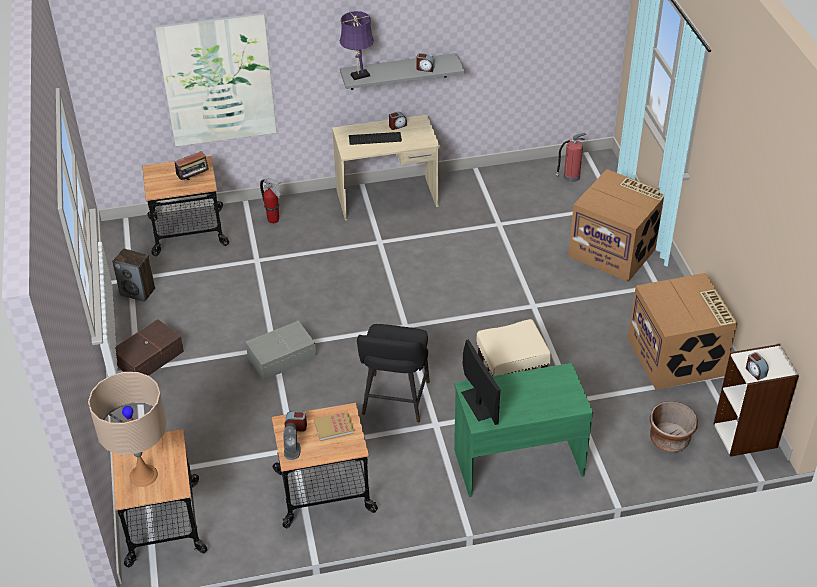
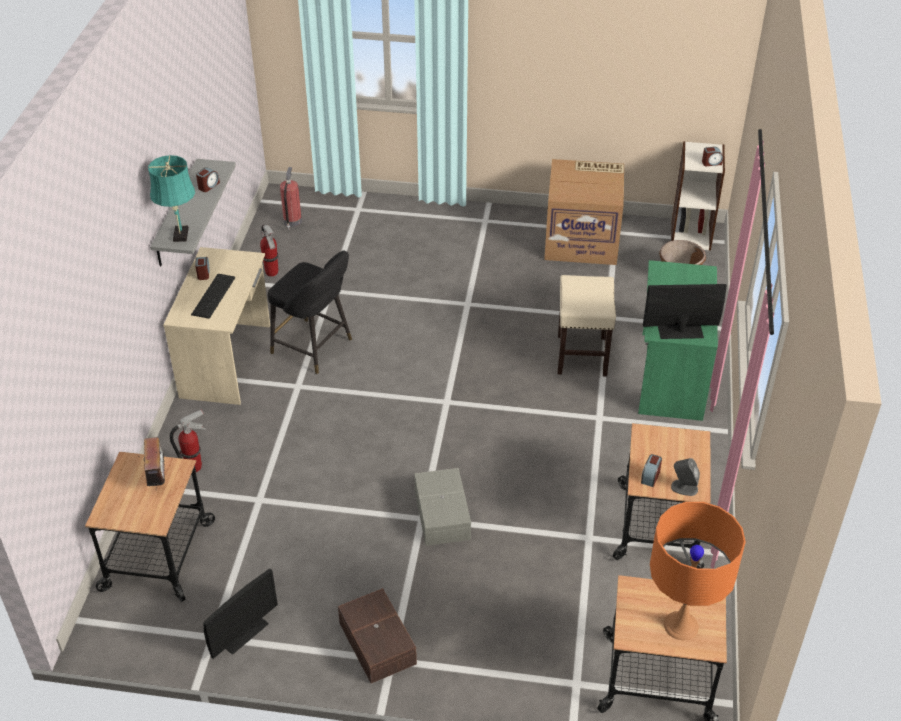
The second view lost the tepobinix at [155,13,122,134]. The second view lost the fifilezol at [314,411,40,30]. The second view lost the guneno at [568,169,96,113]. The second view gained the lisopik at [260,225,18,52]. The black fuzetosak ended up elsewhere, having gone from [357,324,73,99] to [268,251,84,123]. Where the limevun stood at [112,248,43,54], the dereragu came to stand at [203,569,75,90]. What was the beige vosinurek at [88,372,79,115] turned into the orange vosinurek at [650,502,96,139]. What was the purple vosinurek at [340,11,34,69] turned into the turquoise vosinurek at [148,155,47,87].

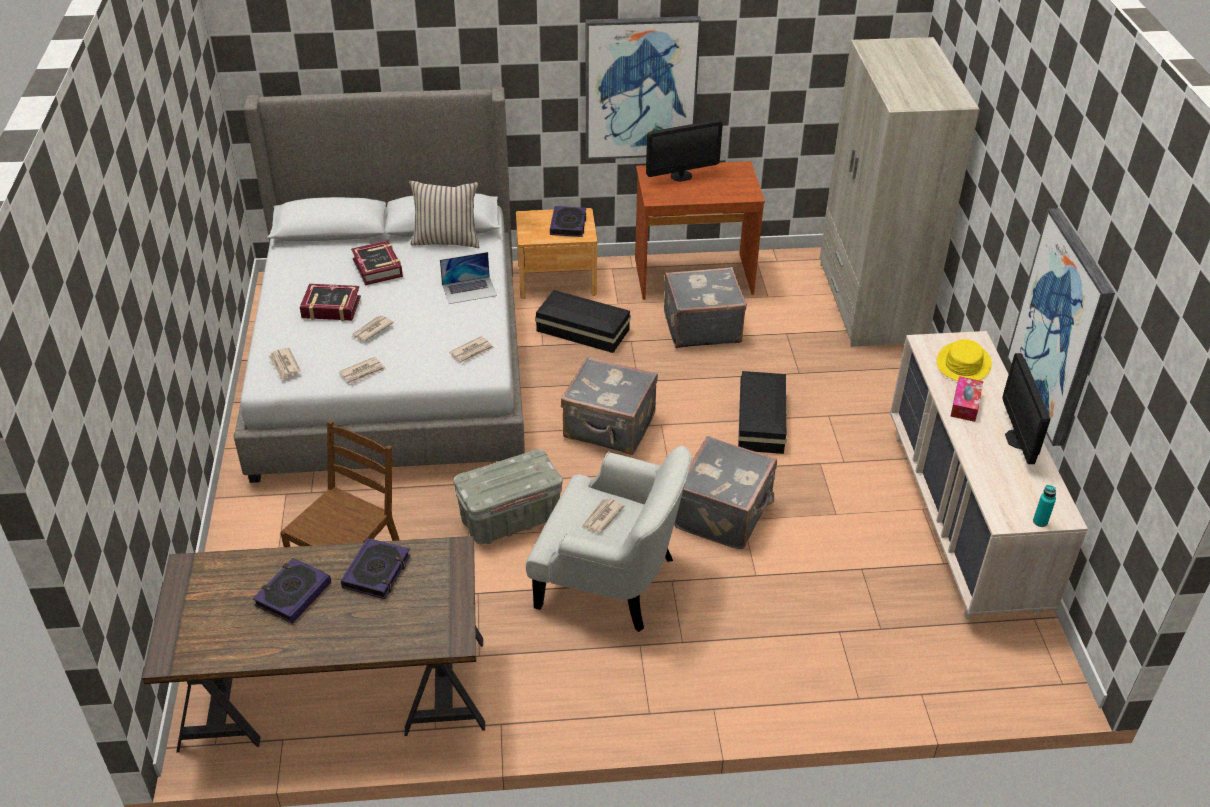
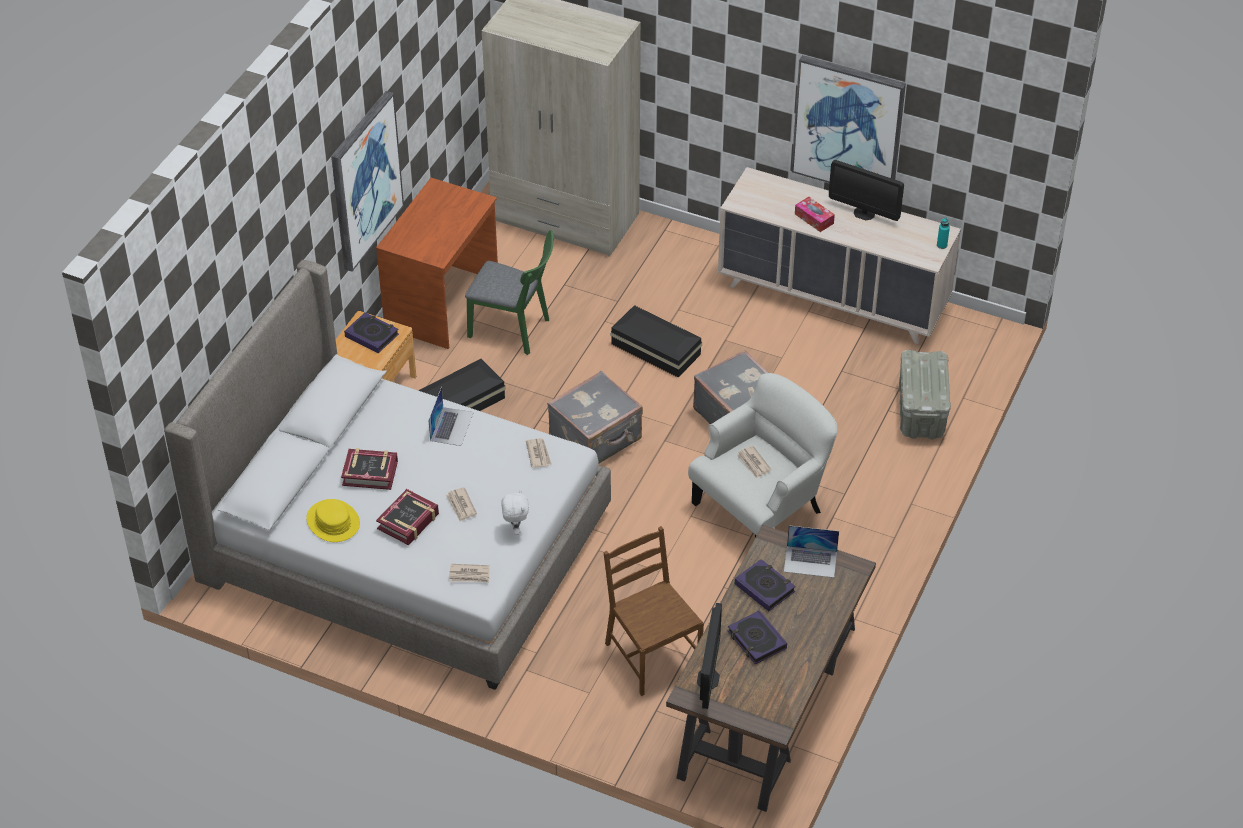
The second view lost the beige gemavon at [409,181,71,67]. The second view gained the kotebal at [784,526,55,52]. The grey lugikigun ended up elsewhere, having gone from [453,449,110,95] to [899,350,52,89]. The dereragu ended up elsewhere, having gone from [646,120,77,62] to [697,603,25,106]. The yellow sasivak ended up elsewhere, having gone from [937,339,55,42] to [306,499,54,43]. Where the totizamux stood at [339,357,47,27], the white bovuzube came to stand at [501,490,28,45]. Where the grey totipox stood at [664,267,83,81], the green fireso came to stand at [465,230,89,125].

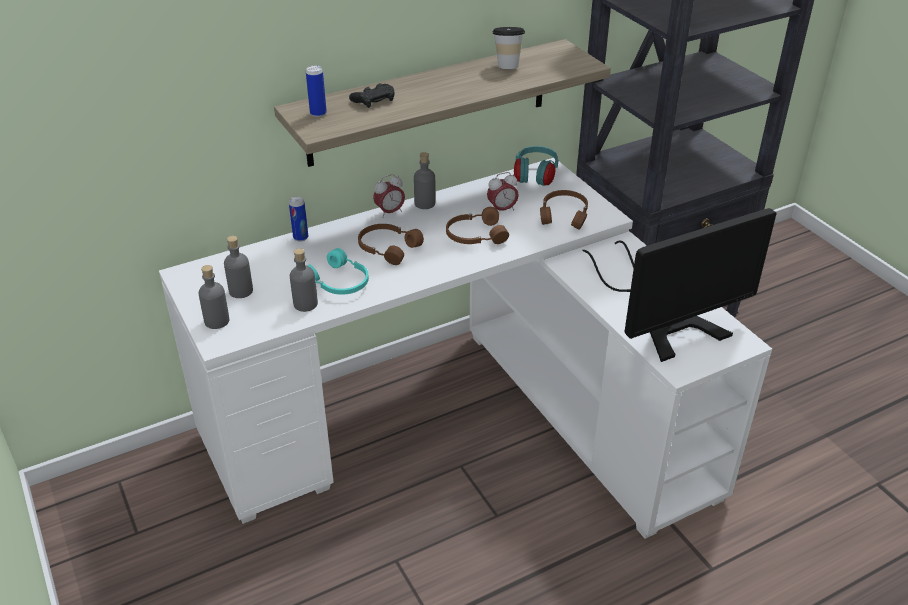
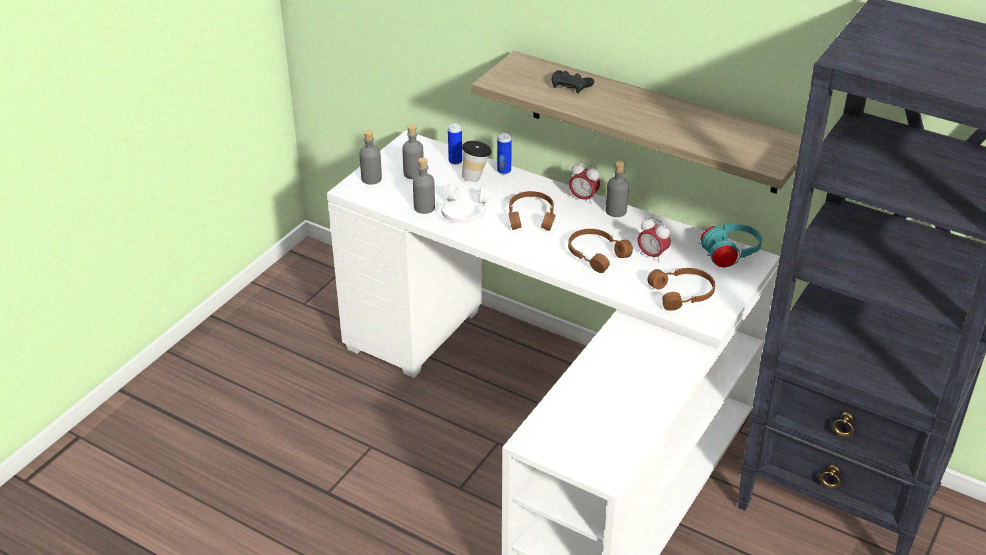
The second view lost the dereragu at [582,208,195,154]. The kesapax ended up elsewhere, having gone from [306,65,21,52] to [448,124,14,41]. The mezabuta ended up elsewhere, having gone from [492,27,33,42] to [462,141,30,41]. What was the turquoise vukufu at [308,248,61,47] turned into the white vukufu at [441,184,49,39].

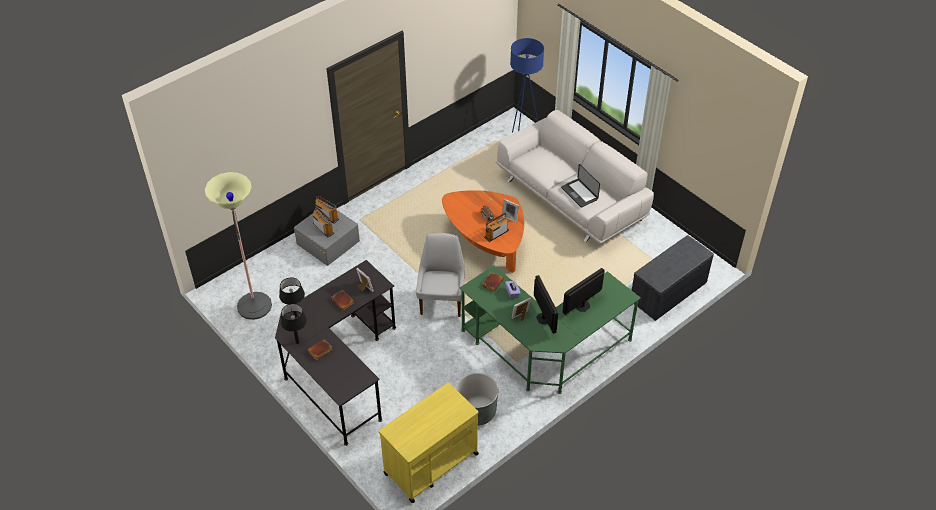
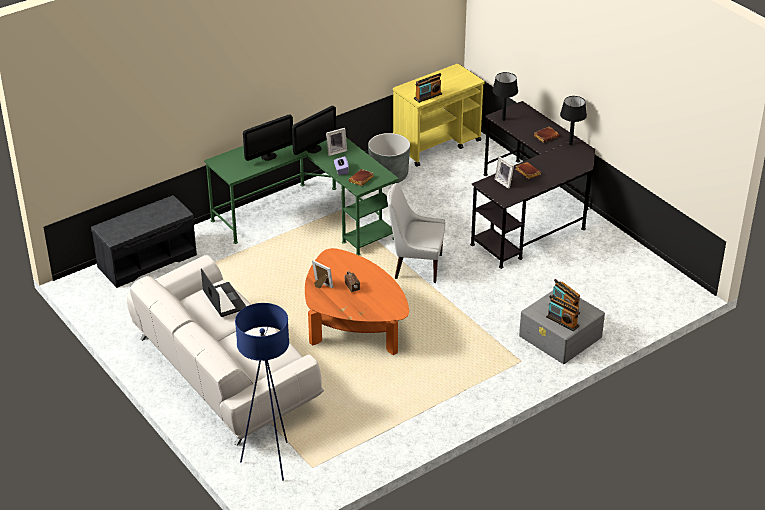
The second view lost the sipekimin at [205,172,67,148]. The black vosinurek ended up elsewhere, having gone from [279,277,26,41] to [492,72,26,49]. The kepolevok ended up elsewhere, having gone from [484,213,25,29] to [414,73,28,30]. The white fireso at [416,233,49,84] ended up facing another way, 90 degrees clockwise from before. The dereragu at [534,275,24,59] ended up facing another way, 120 degrees counterclockwise from before.

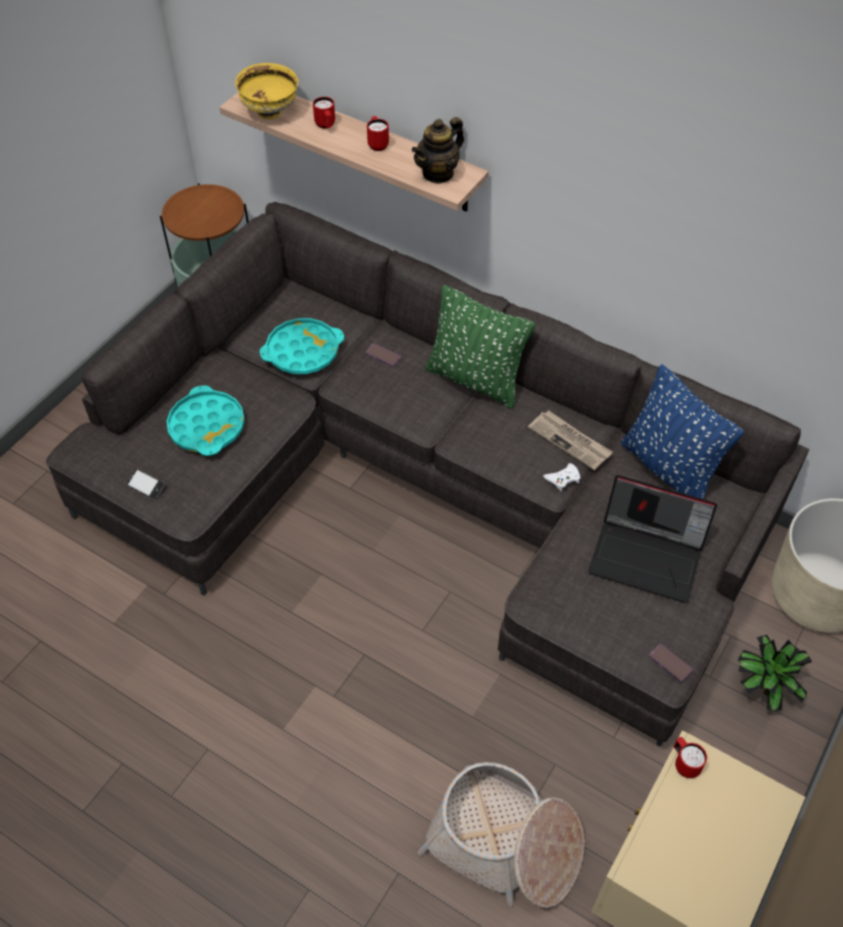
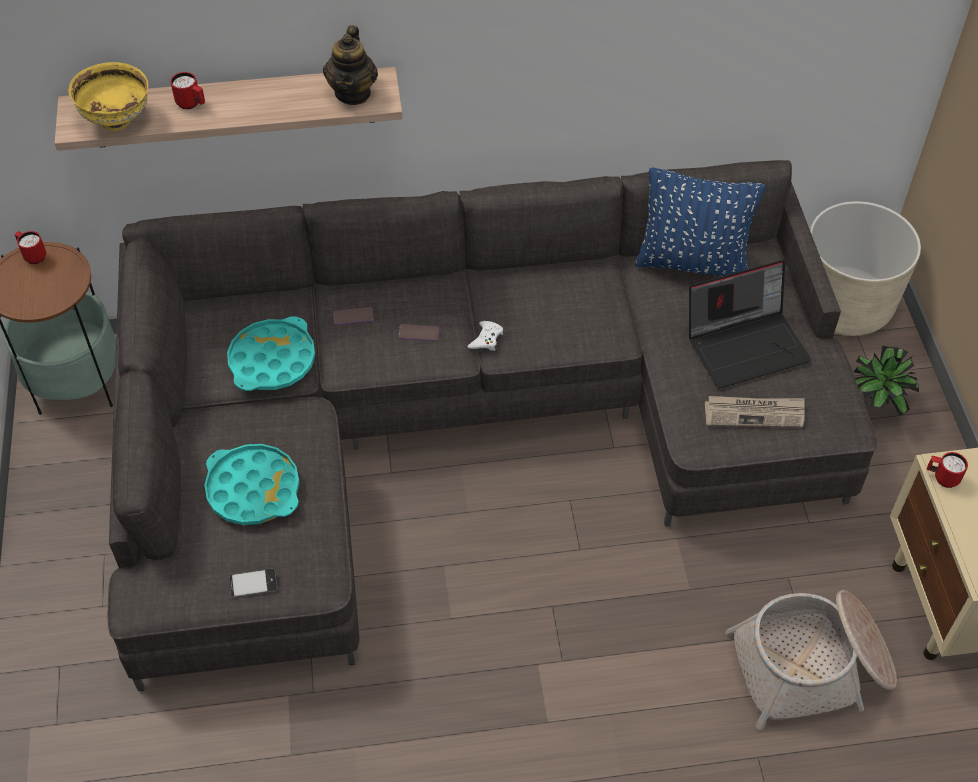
The second view lost the green gemavon at [425,285,110,124]. The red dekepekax ended up elsewhere, having gone from [367,116,22,35] to [15,231,31,33]. The totizamux ended up elsewhere, having gone from [528,411,85,59] to [705,396,100,32]. The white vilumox ended up elsewhere, having gone from [543,463,38,28] to [467,321,36,30]. The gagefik ended up elsewhere, having gone from [649,644,44,38] to [398,324,42,17].

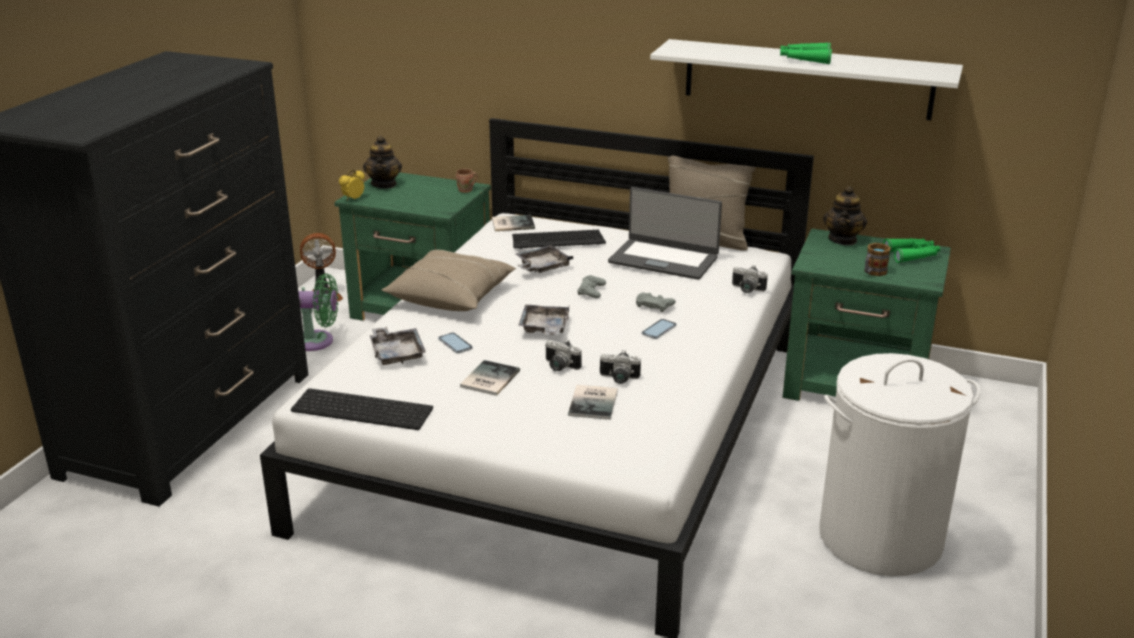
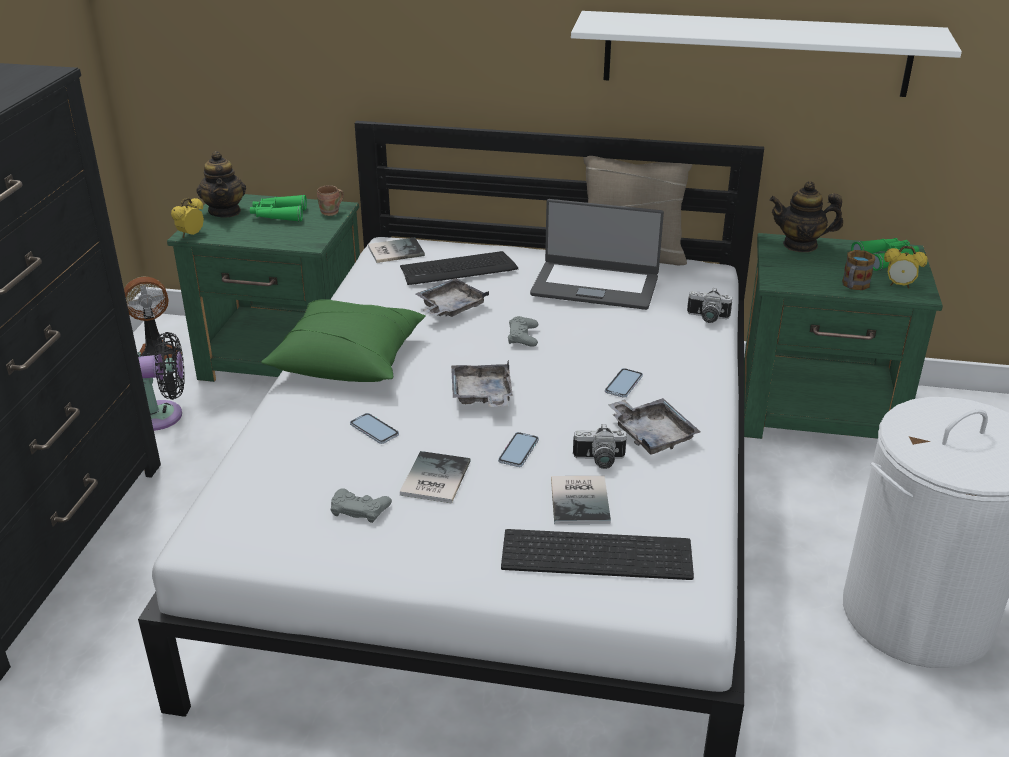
The second view gained the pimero at [884,246,44,42]. The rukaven ended up elsewhere, having gone from [291,388,142,42] to [501,529,193,51]. The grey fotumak ended up elsewhere, having gone from [370,327,56,38] to [608,398,92,57]. The grey vilumox ended up elsewhere, having gone from [636,293,40,19] to [331,488,61,35]. The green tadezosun ended up elsewhere, having gone from [780,42,52,22] to [250,195,57,27]. Where the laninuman stood at [545,339,37,32], the gagefik came to stand at [498,432,41,35]. What was the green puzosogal at [298,273,40,78] turned into the black puzosogal at [137,332,48,99]. What was the beige gemavon at [382,250,134,61] turned into the green gemavon at [261,299,165,83]. The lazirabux at [823,186,44,59] ended up facing another way, 90 degrees clockwise from before.

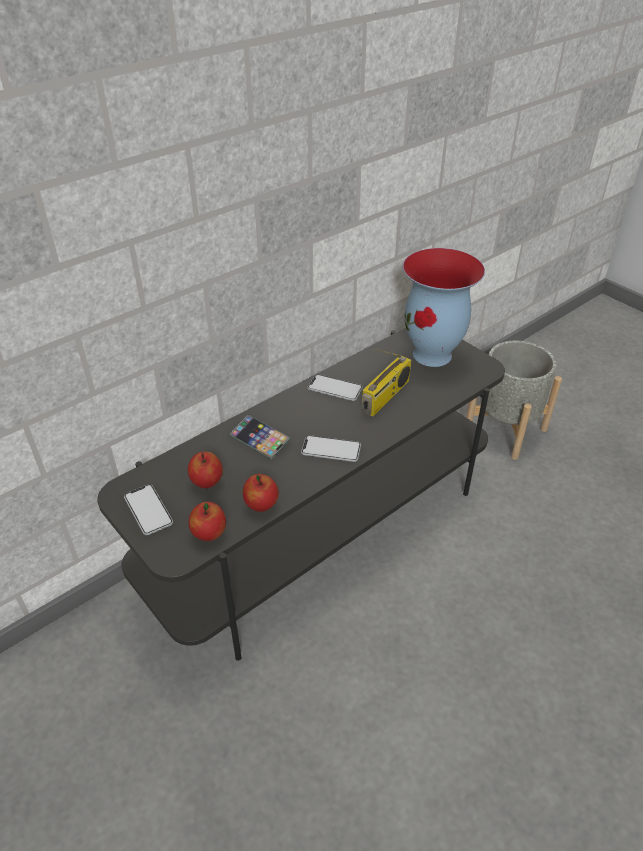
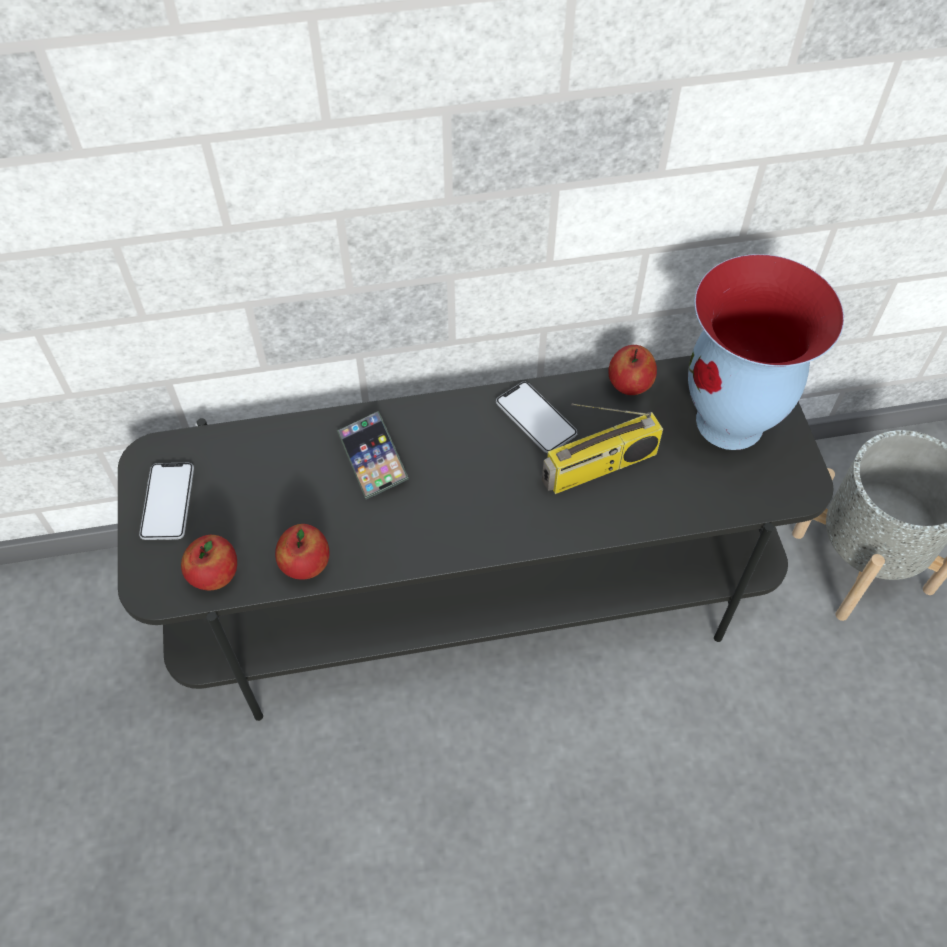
The second view lost the gagefik at [301,435,60,27]. The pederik ended up elsewhere, having gone from [188,451,35,37] to [608,345,49,50].

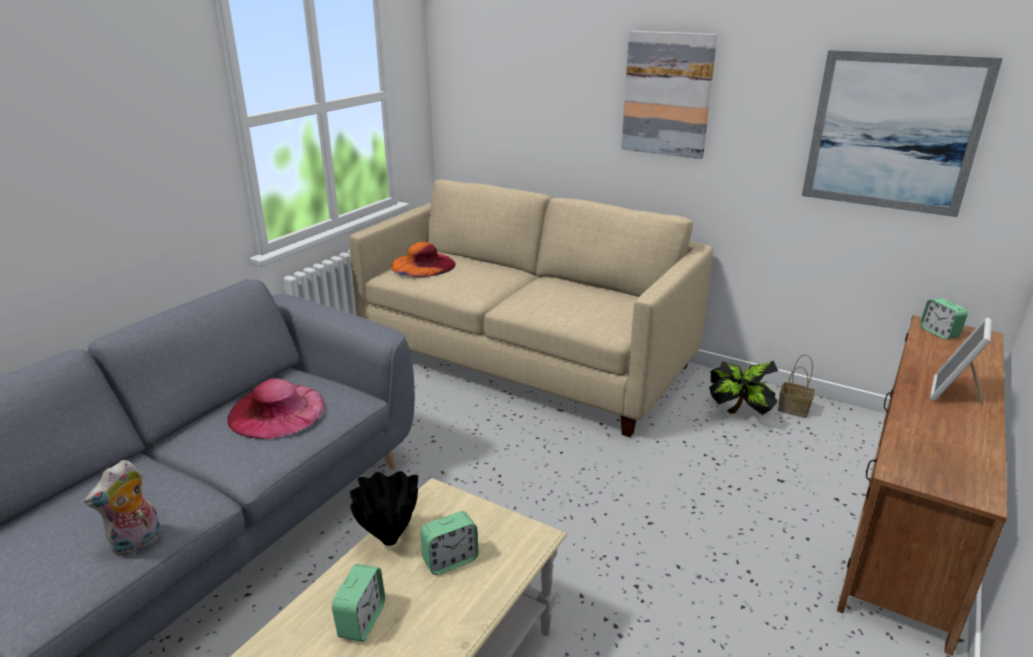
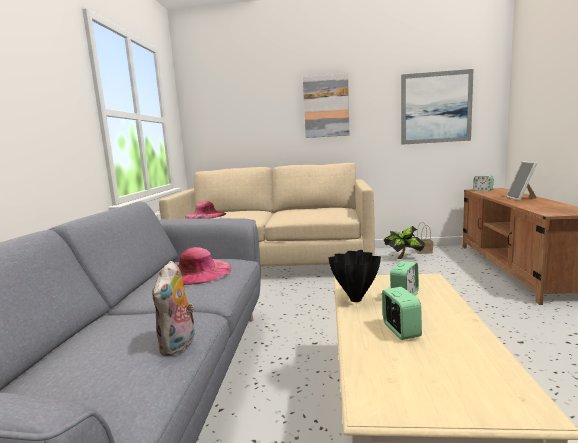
What was the orange sasivak at [391,242,65,35] turned into the pink sasivak at [185,201,41,18].

